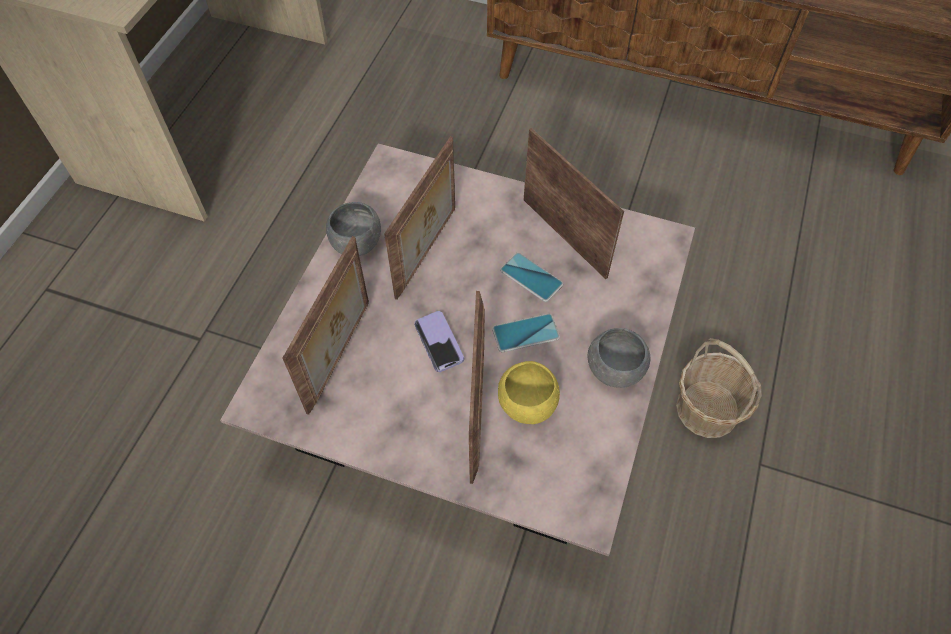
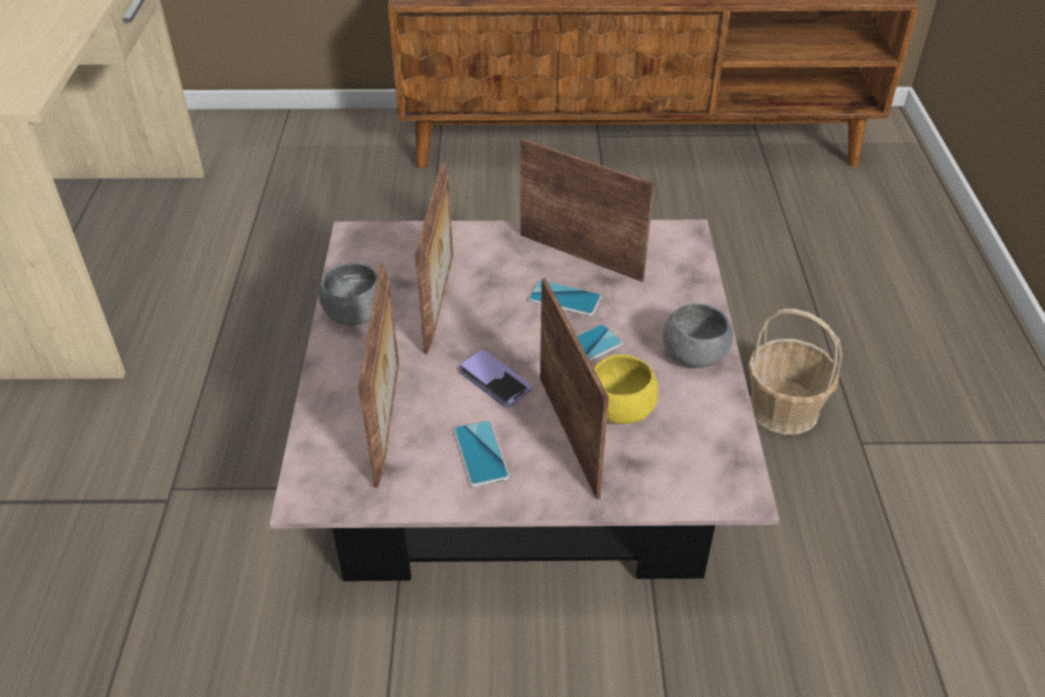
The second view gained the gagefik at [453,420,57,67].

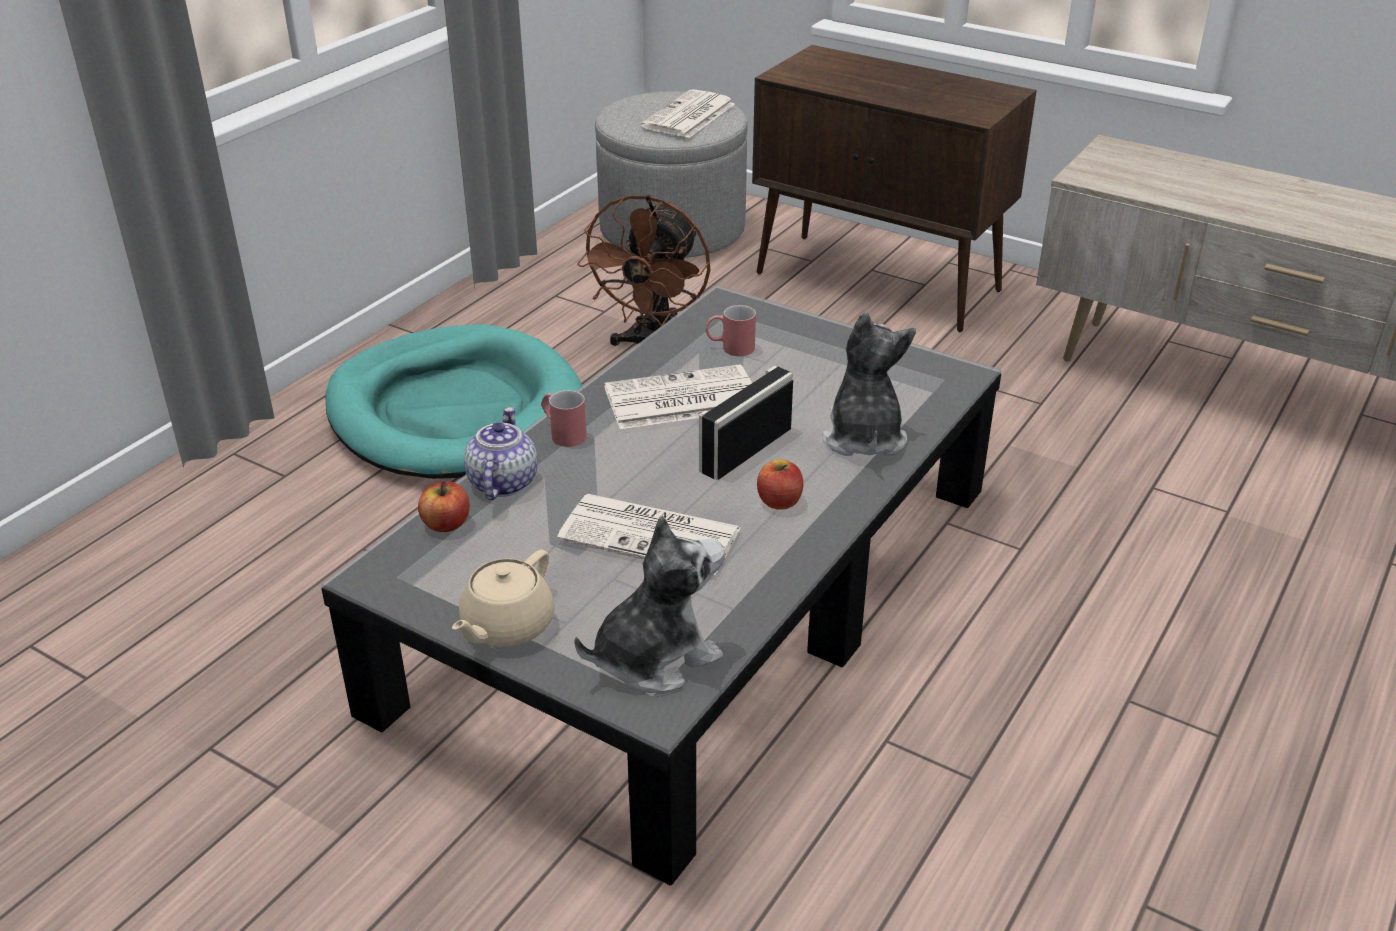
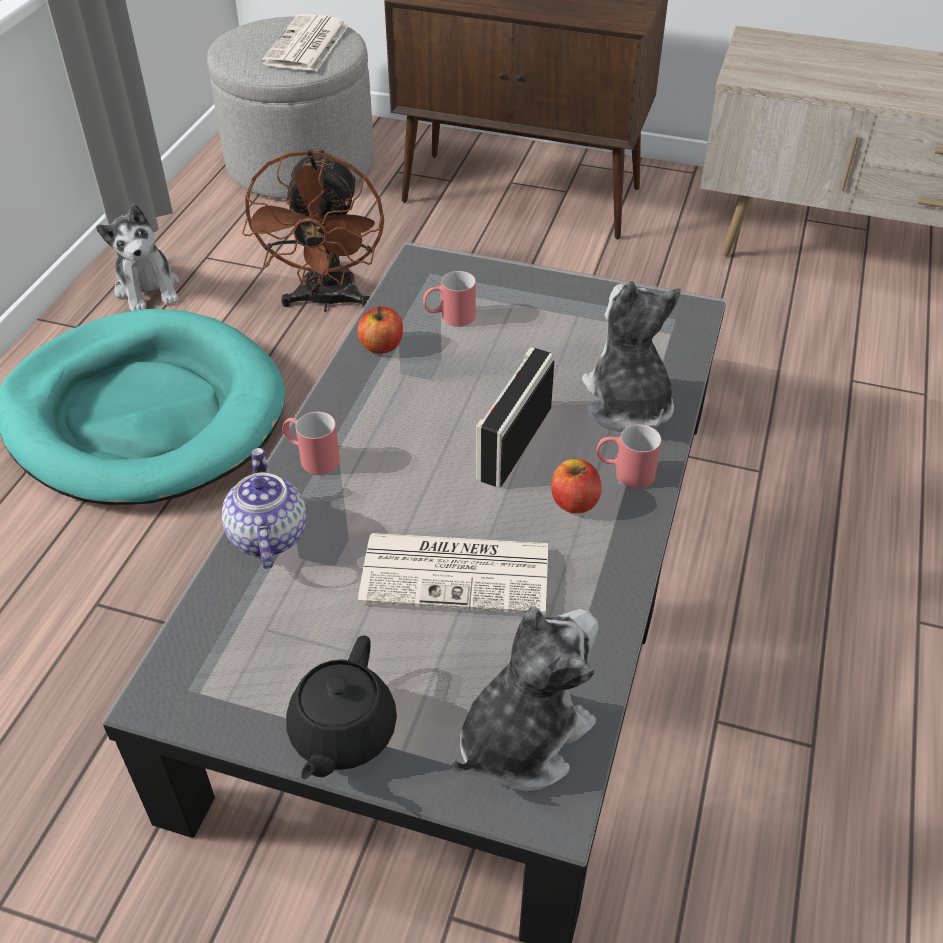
The second view lost the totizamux at [604,364,148,65]. The second view gained the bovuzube at [96,204,84,107]. The second view gained the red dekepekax at [596,424,65,64]. The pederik ended up elsewhere, having gone from [418,481,52,51] to [358,306,45,48]. What was the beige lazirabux at [452,550,103,97] turned into the black lazirabux at [286,635,111,145].

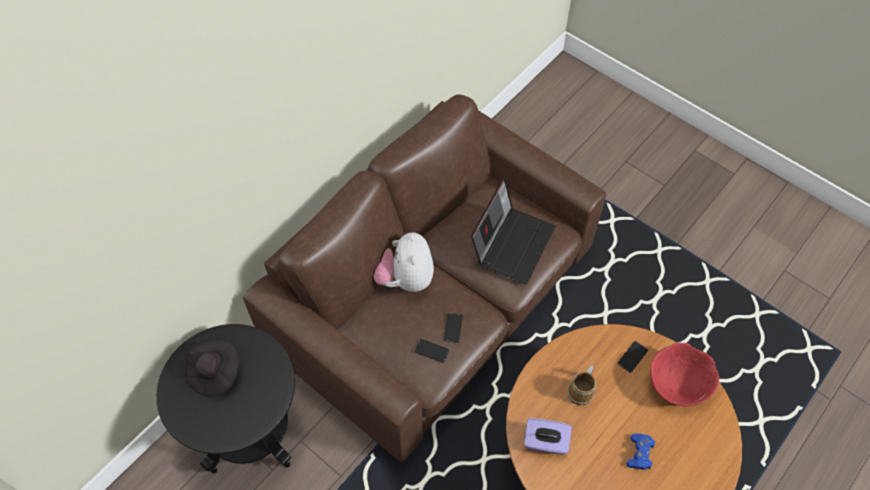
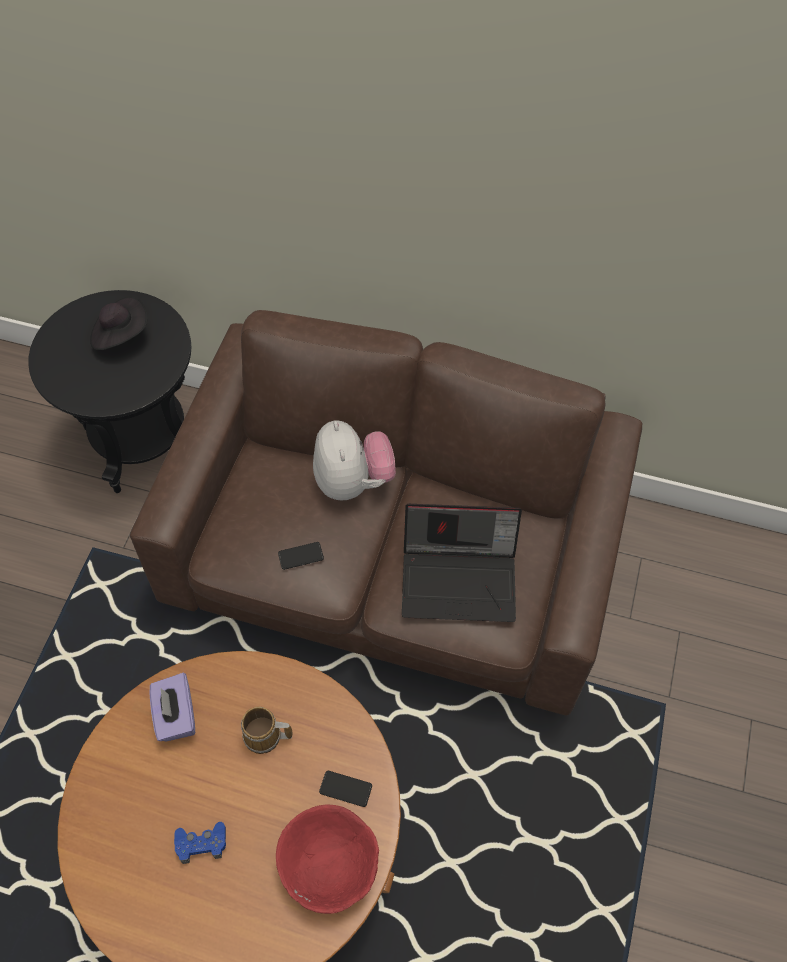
The second view lost the gagefik at [415,339,34,24]. The bovuzube at [374,232,60,60] ended up facing another way, 105 degrees clockwise from before.

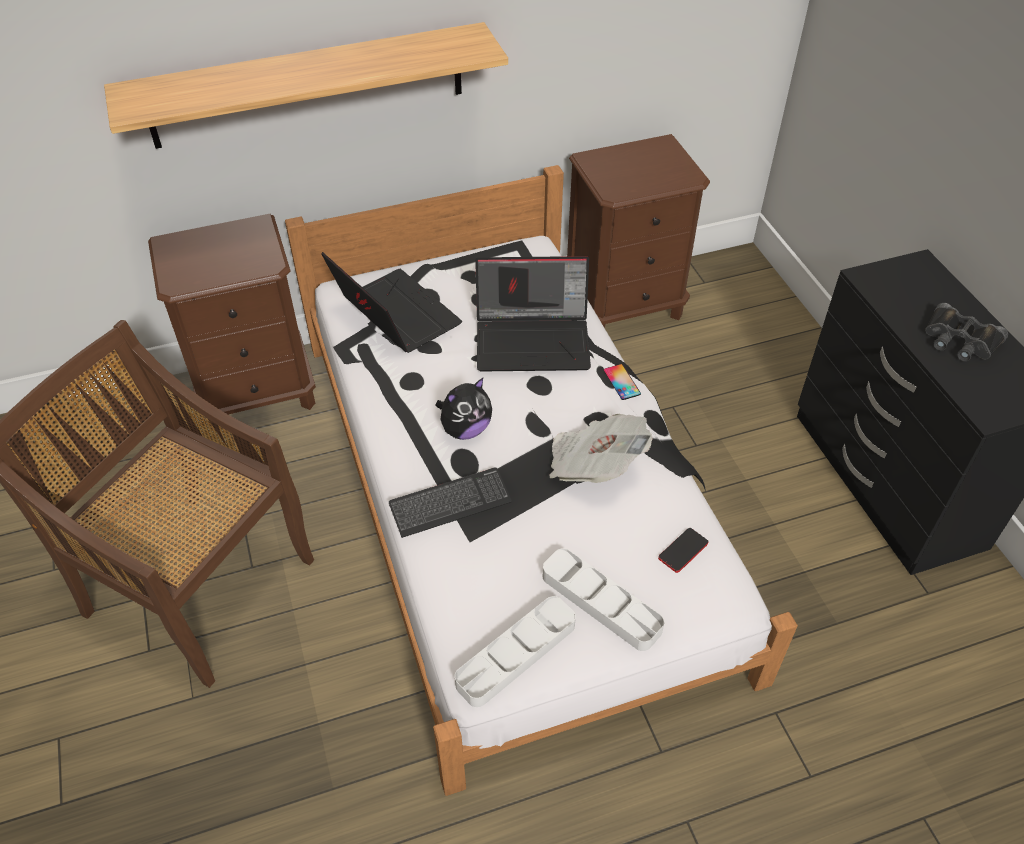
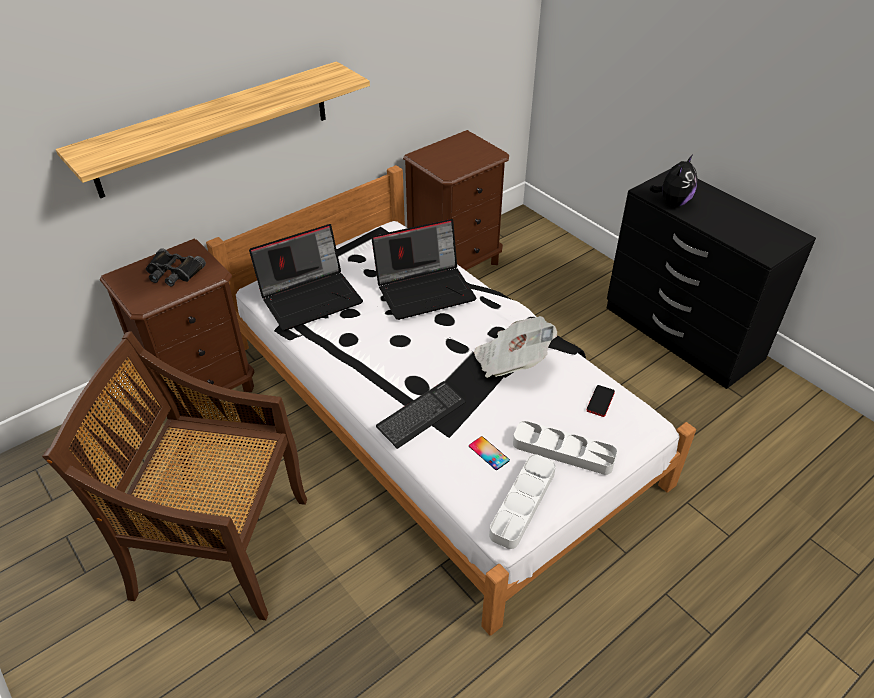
The bovuzube ended up elsewhere, having gone from [435,378,57,62] to [649,155,49,51]. The gagefik ended up elsewhere, having gone from [604,364,37,36] to [469,436,41,34]. The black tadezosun ended up elsewhere, having gone from [925,303,83,59] to [146,248,60,38]. The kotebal at [321,252,141,101] ended up facing another way, 120 degrees clockwise from before.

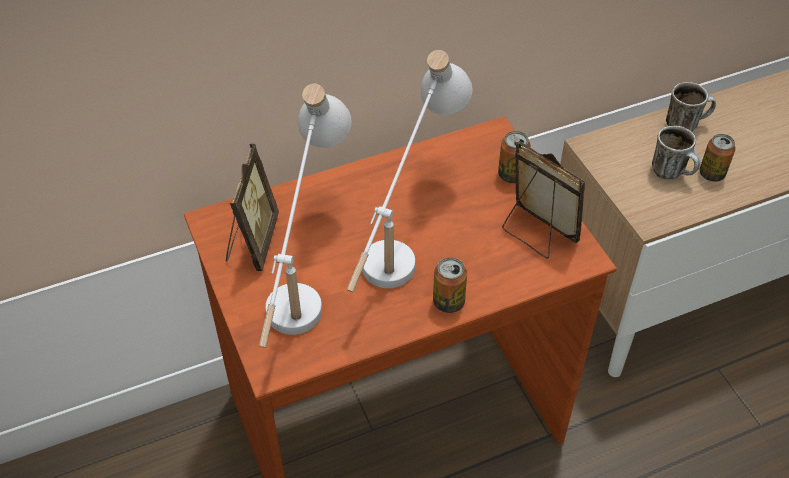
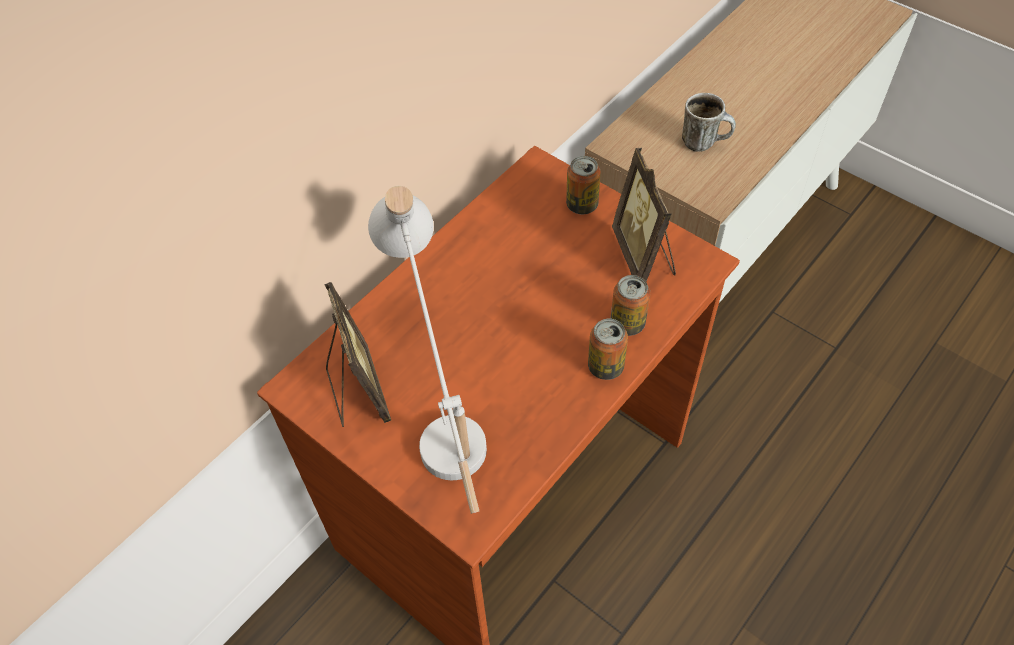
The second view lost the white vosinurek at [347,50,126,242]. The second view lost the dekepekax at [666,82,50,50]. The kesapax ended up elsewhere, having gone from [699,134,37,48] to [610,275,40,61]. The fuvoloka at [502,141,83,118] ended up facing another way, 120 degrees counterclockwise from before.

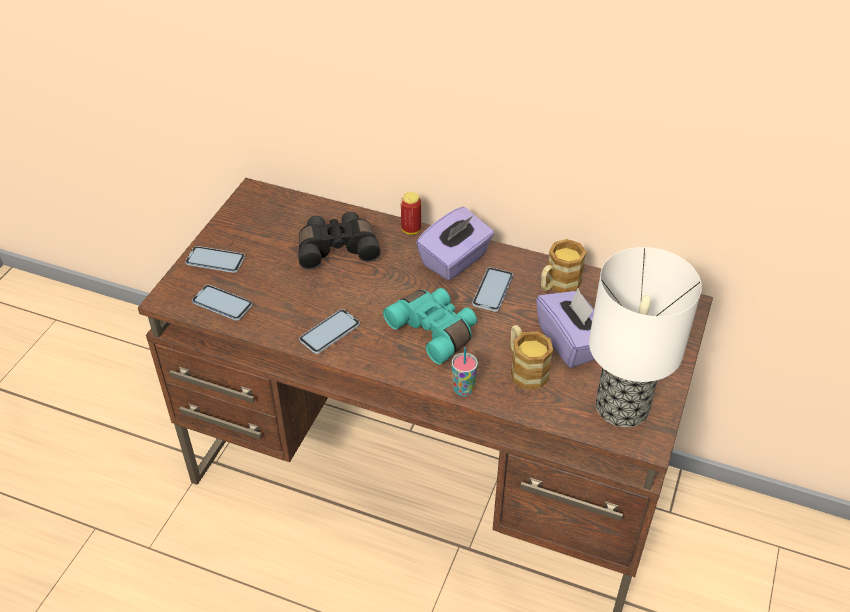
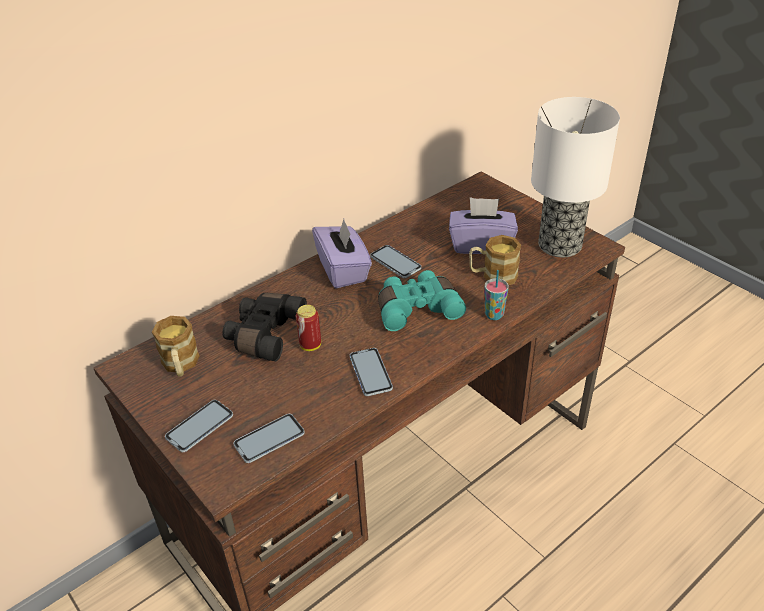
The kesapax ended up elsewhere, having gone from [401,192,20,43] to [296,305,25,46]. The dekepekax ended up elsewhere, having gone from [541,239,45,54] to [152,316,48,61].

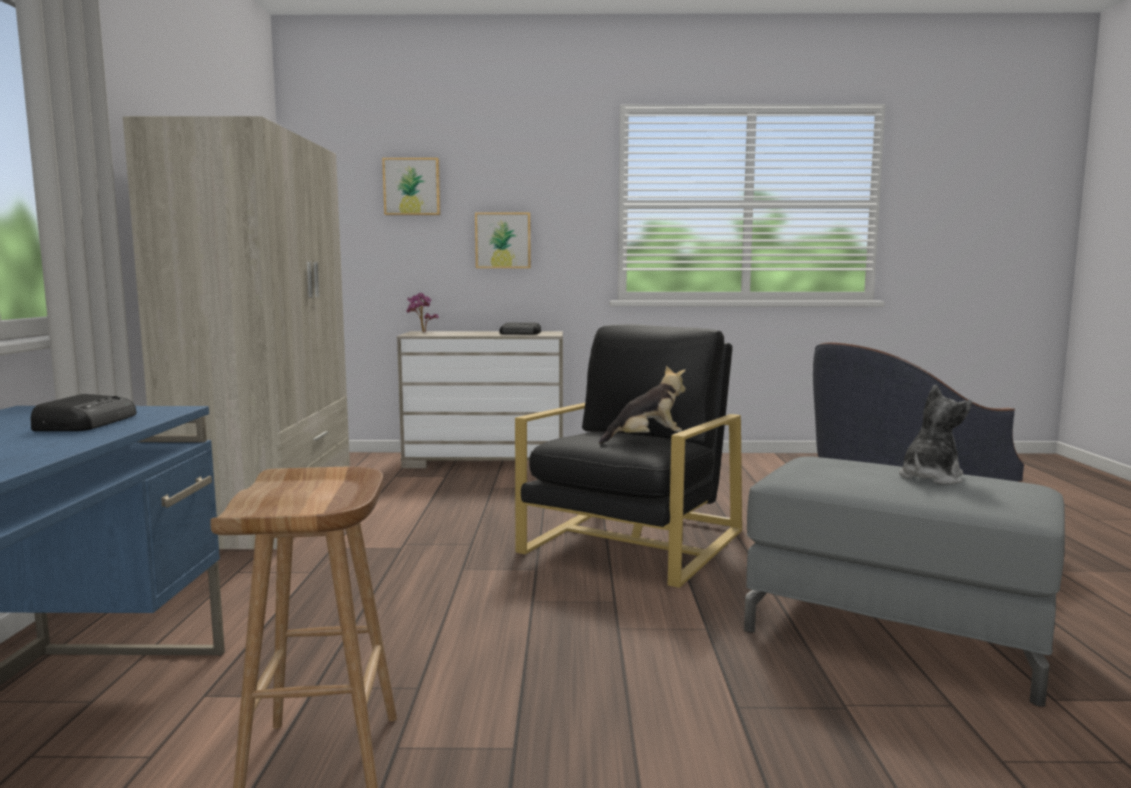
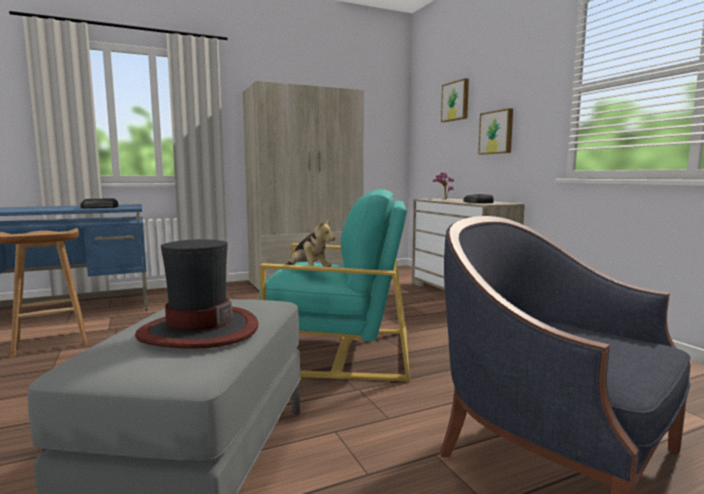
Where the bovuzube stood at [899,385,73,99], the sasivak came to stand at [135,239,123,110]. What was the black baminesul at [515,324,227,264] turned into the turquoise baminesul at [259,189,151,193].

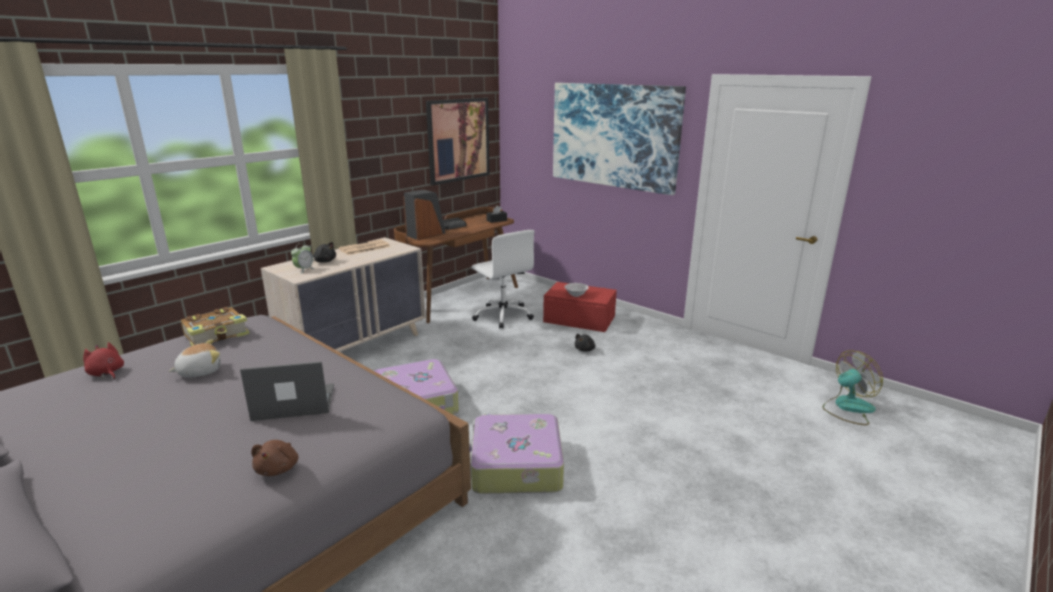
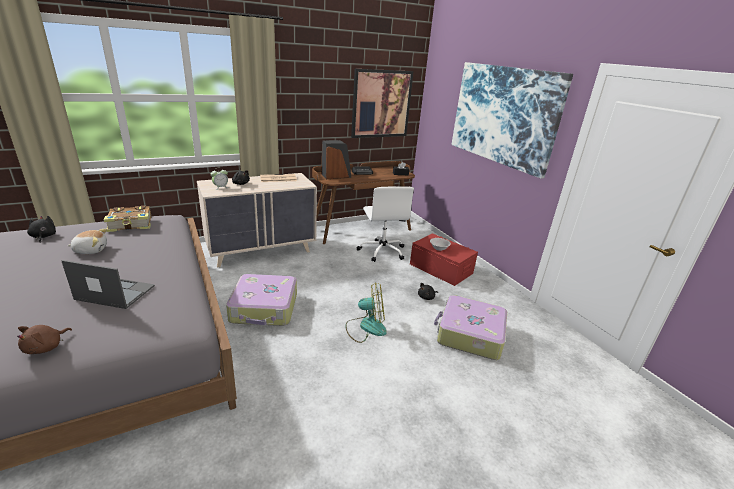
The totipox ended up elsewhere, having gone from [469,414,95,80] to [434,295,73,65]. The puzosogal ended up elsewhere, having gone from [823,350,60,75] to [346,282,41,61]. What was the red bovuzube at [83,342,41,37] turned into the black bovuzube at [27,216,29,27].

